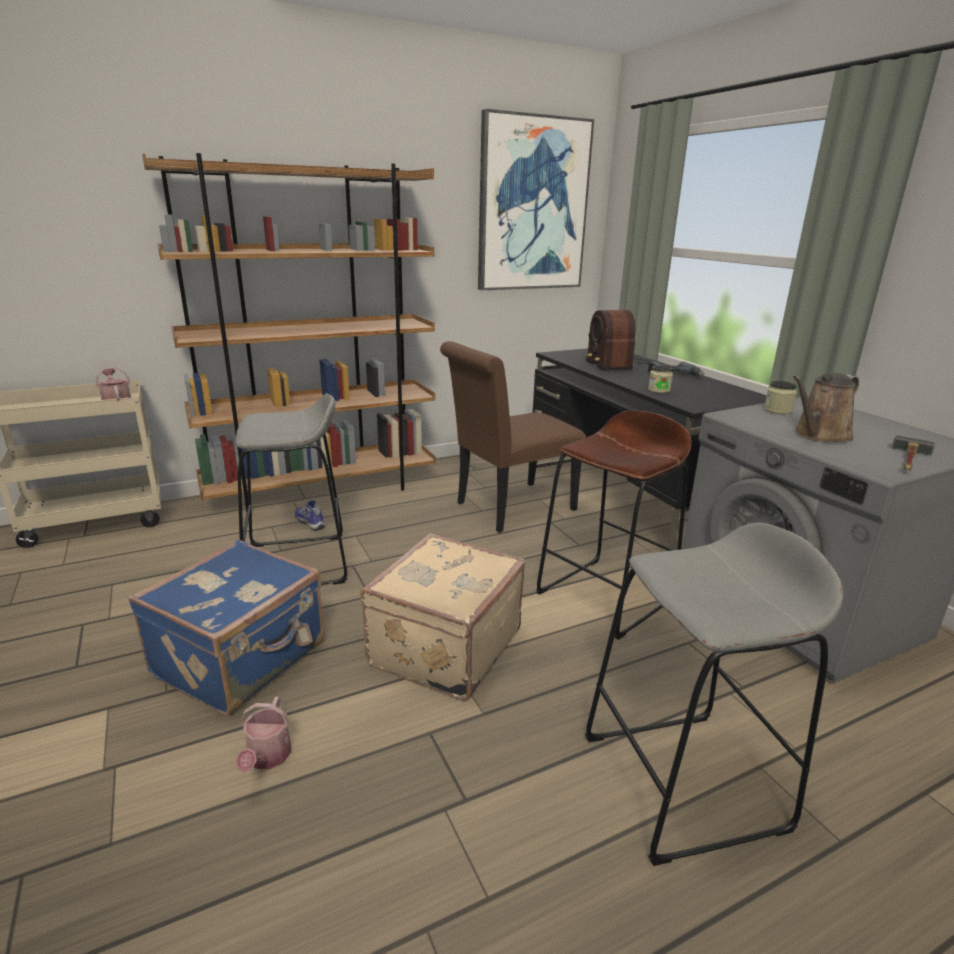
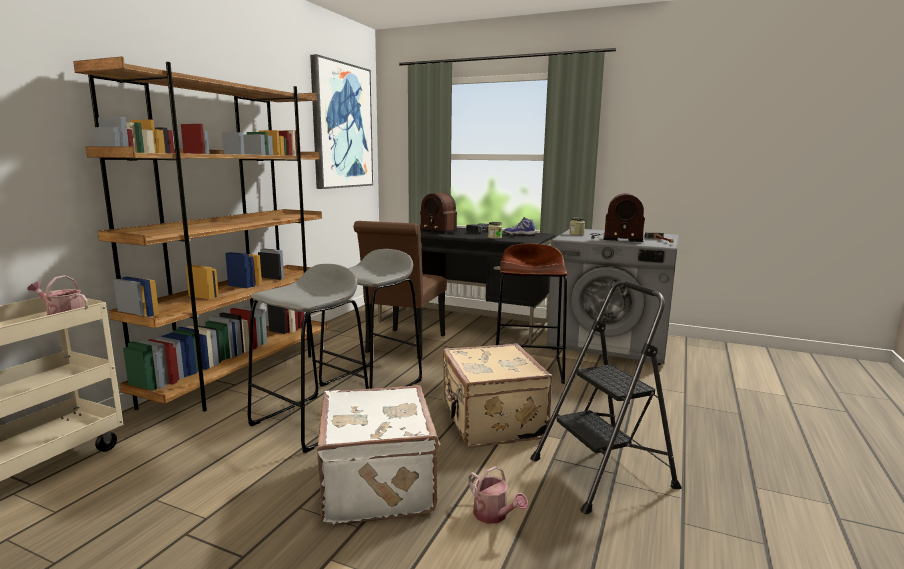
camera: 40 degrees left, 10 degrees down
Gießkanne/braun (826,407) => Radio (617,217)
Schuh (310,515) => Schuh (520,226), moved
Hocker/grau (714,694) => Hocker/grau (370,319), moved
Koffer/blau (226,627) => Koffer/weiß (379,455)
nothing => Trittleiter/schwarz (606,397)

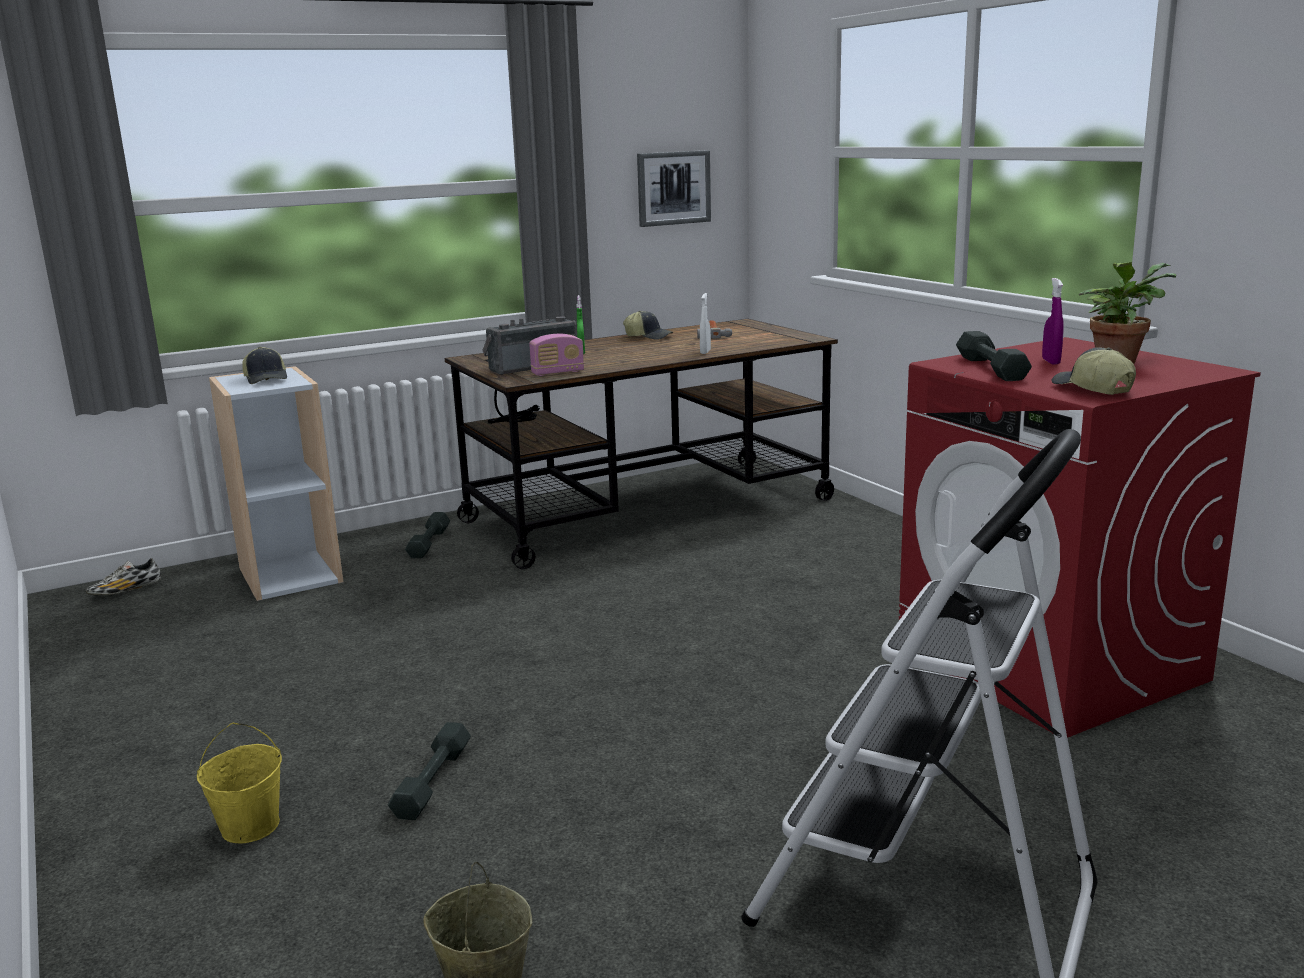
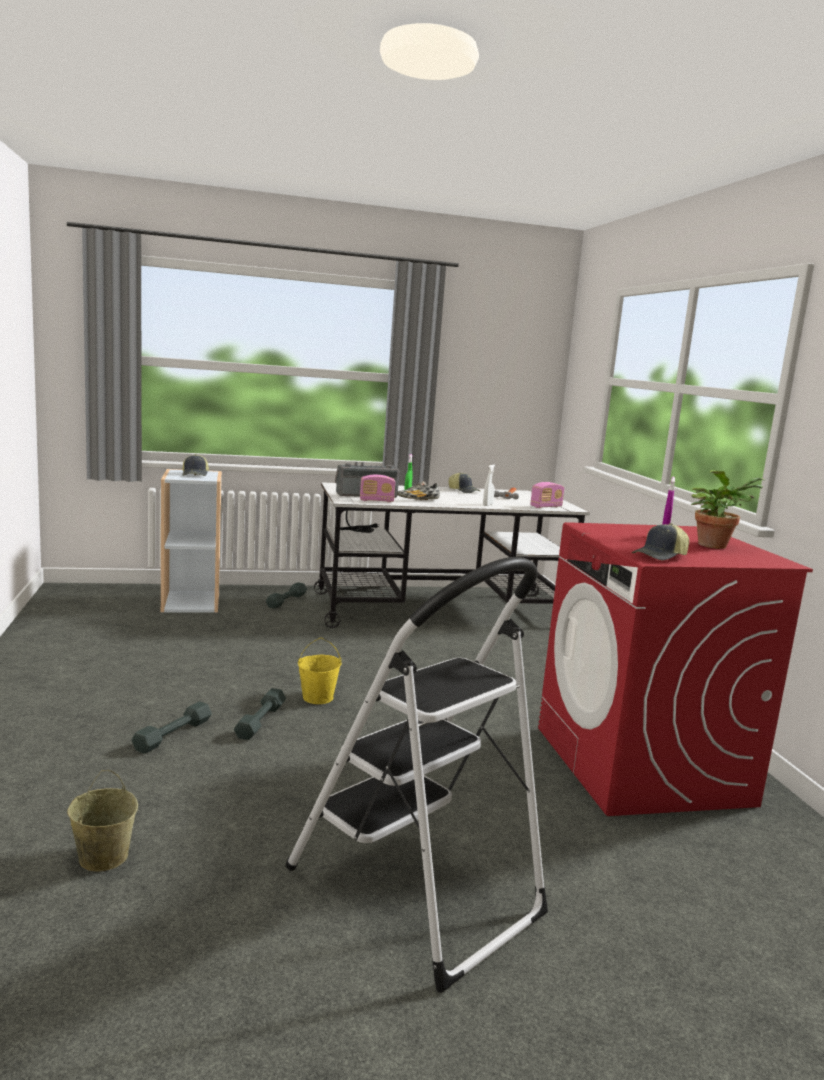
camera: 15 degrees right, 5 degrees down
Bild (674,188) => nothing
Schreibtisch/braun (641,444) => Schreibtisch/weiß (452,555)
Hantel/grau (994,356) => Hantel/grau (260,714), moved
Kappe (1094,371) => Kappe (660,542), 120 degrees counterclockwise
Schuh (123,576) => Schuh (418,491), moved
Eimer/gelb (239,783) => Eimer/gelb (320,671), moved
nothing => Radio (547,495)

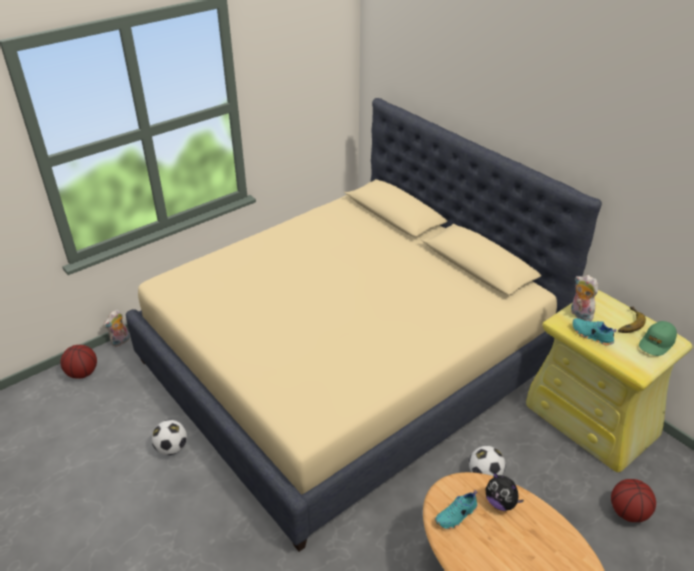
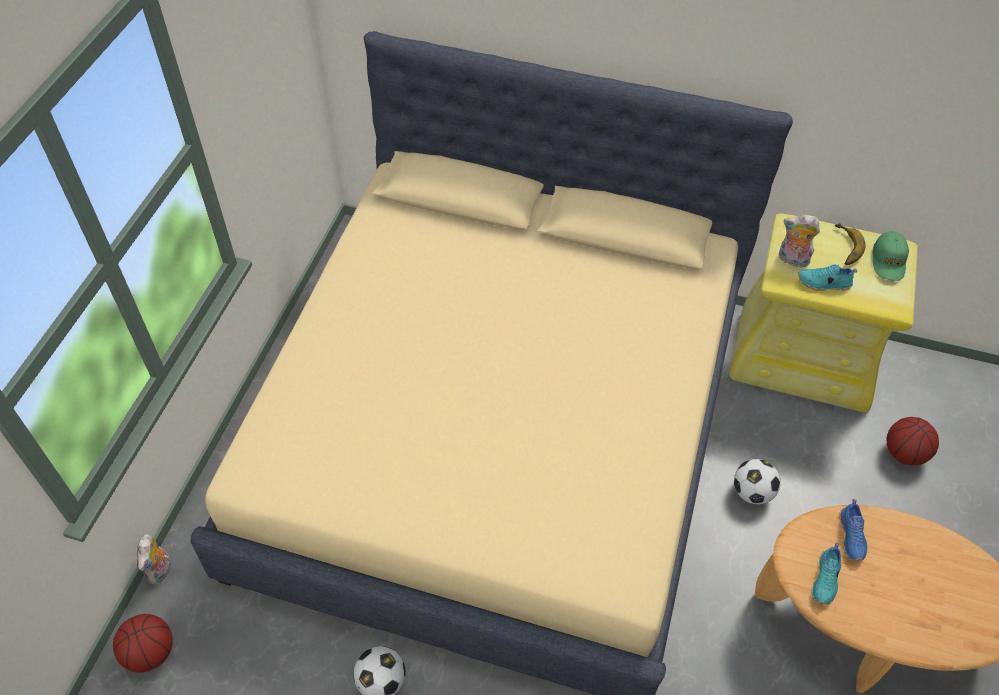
camera: 35 degrees left, 15 degrees up
Plüschtier (504,491) => Schuh/blau (853,530)

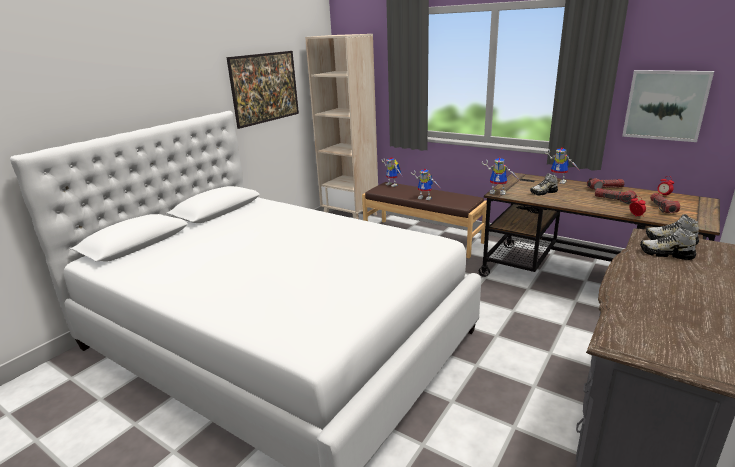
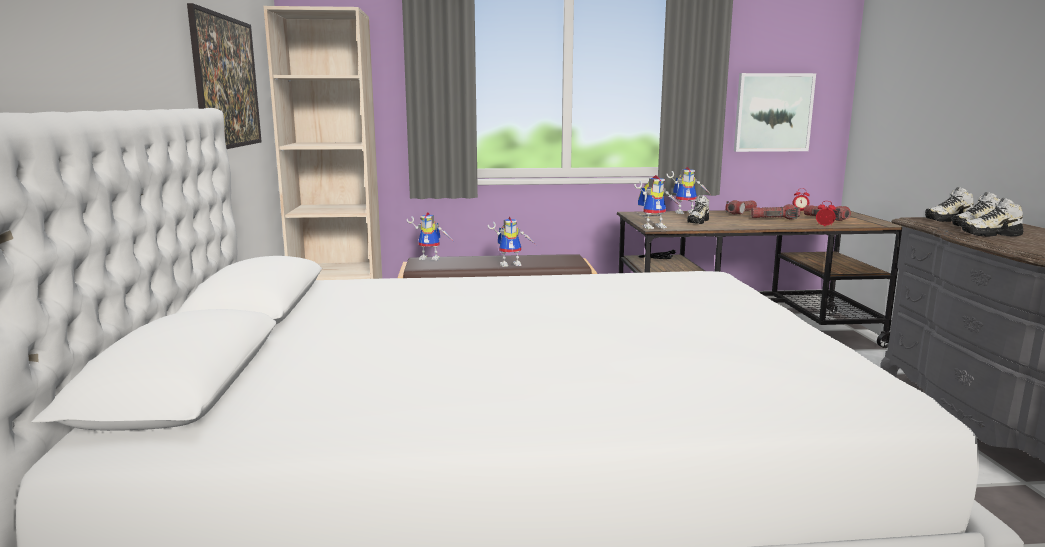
camera: 40 degrees left, 10 degrees down
nothing => Schuh (992,217)

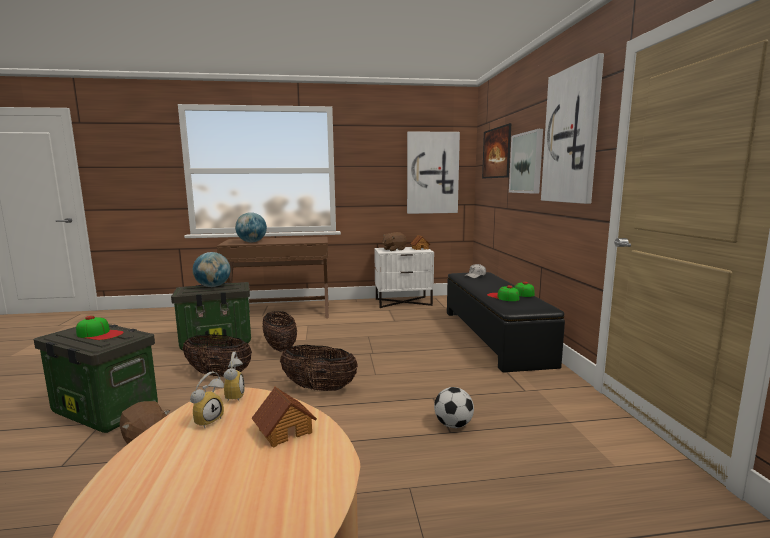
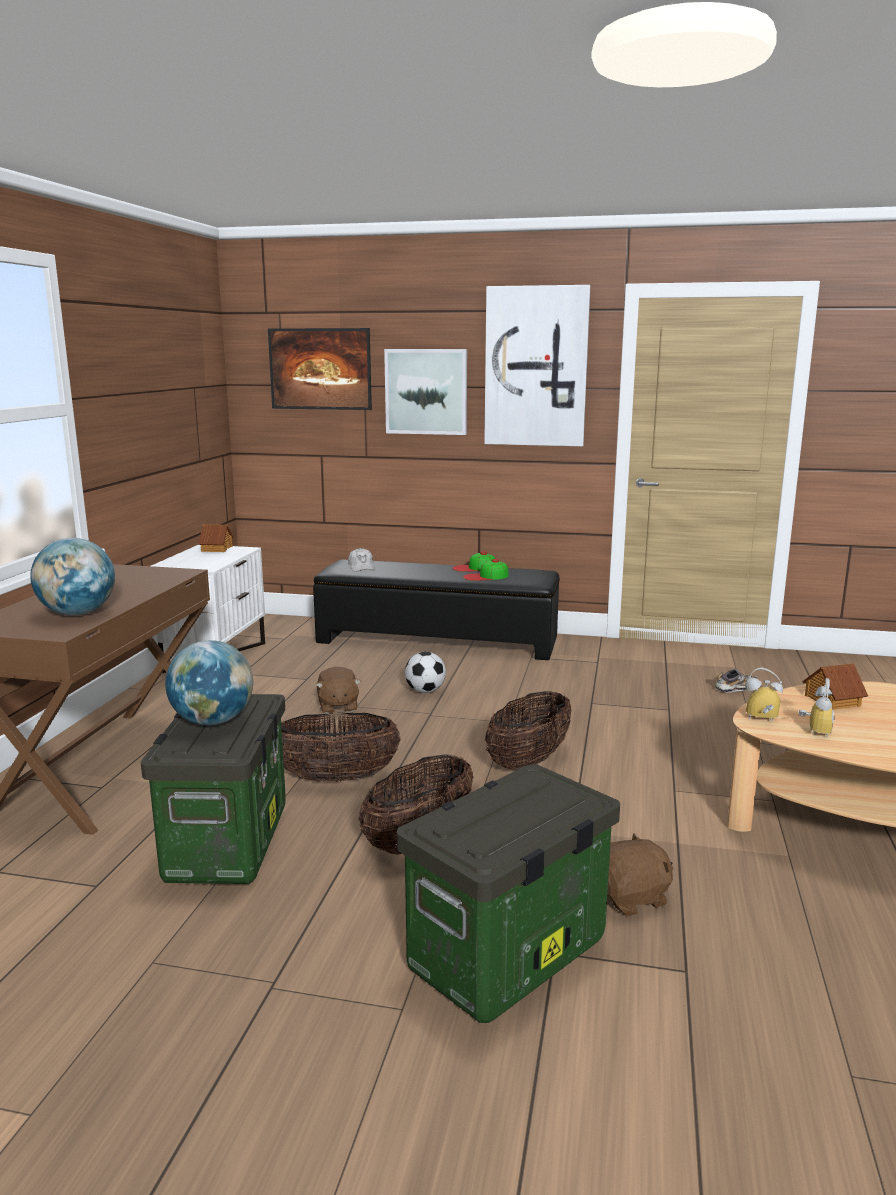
camera: 70 degrees left, 5 degrees up
Bild (433,172) => nothing
Plüschtier/braun (394,241) => Plüschtier/braun (338,690), moved
Kappe (100,328) => nothing
Wecker (207,399) => Wecker (817,707), 60 degrees clockwise
Fußball (454,407) => Fußball (425,672), moved
nothing => Schuh (736,681)

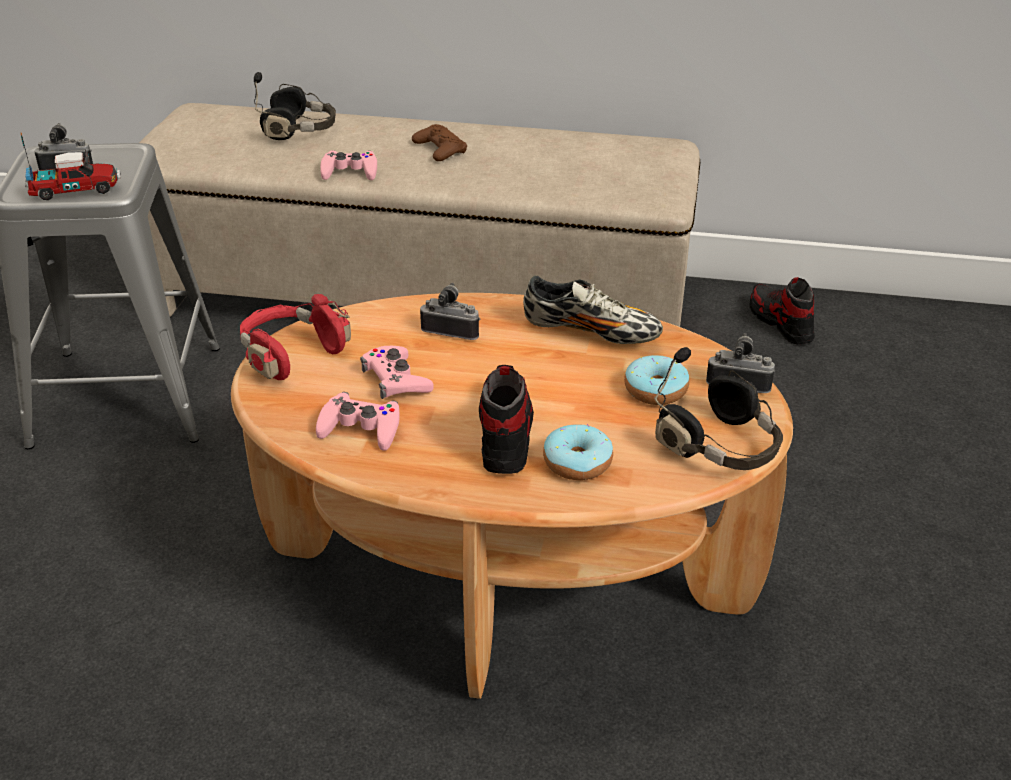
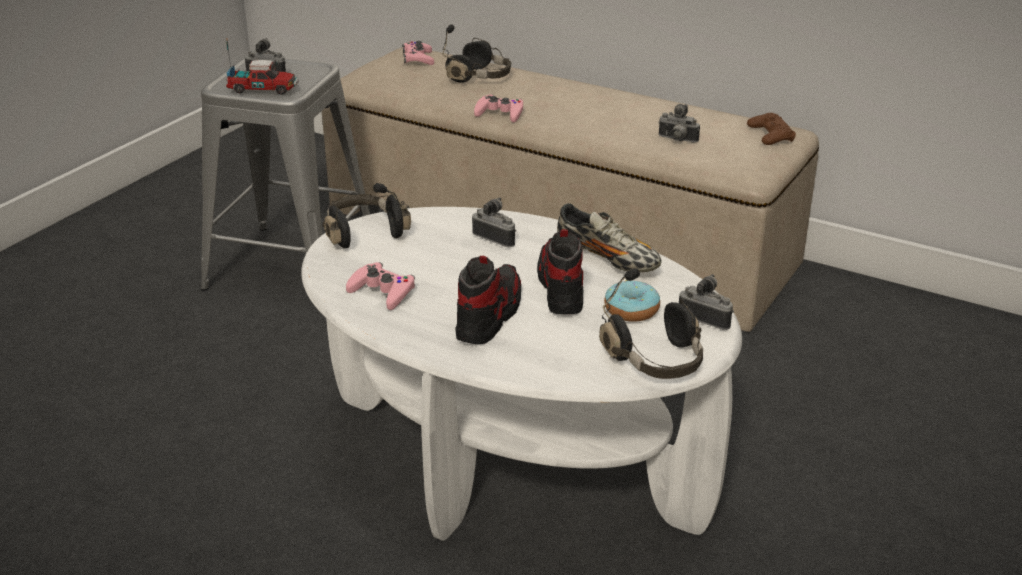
camera: 20 degrees right, 5 degrees down
Gamepad/braun (439,142) => Gamepad/braun (771,129), moved
Schuh (782,310) => Schuh (560,271), moved
Couchtisch/braun (512,496) => Couchtisch/weiß (521,374)
Kopfhörer/rot (295,337) => Kopfhörer/schwarz (366,215)
Gamepad/rosa (397,372) => Gamepad/rosa (418,53), moved
Donut (578,452) => nothing
nothing => Kamera (679,123)

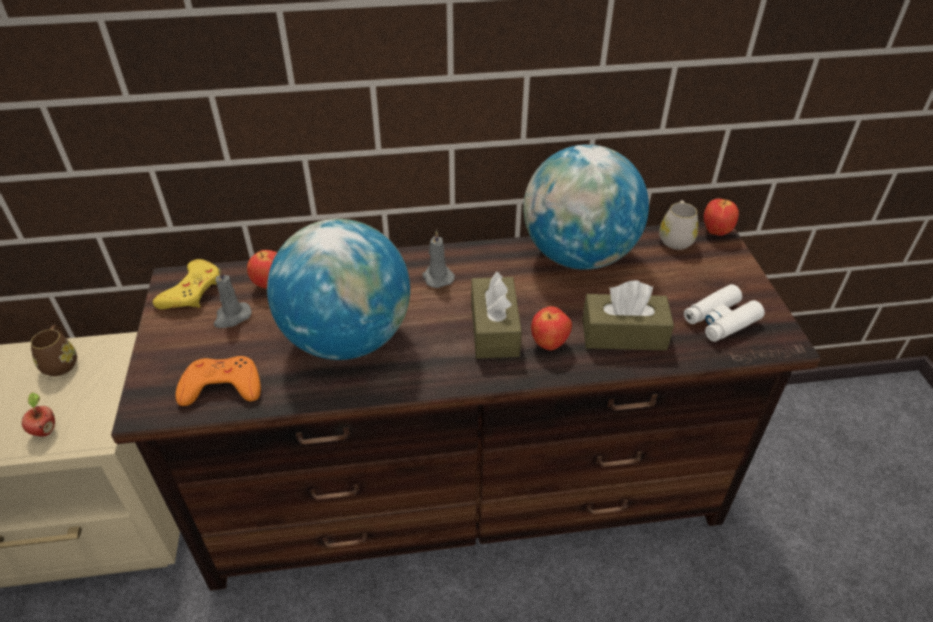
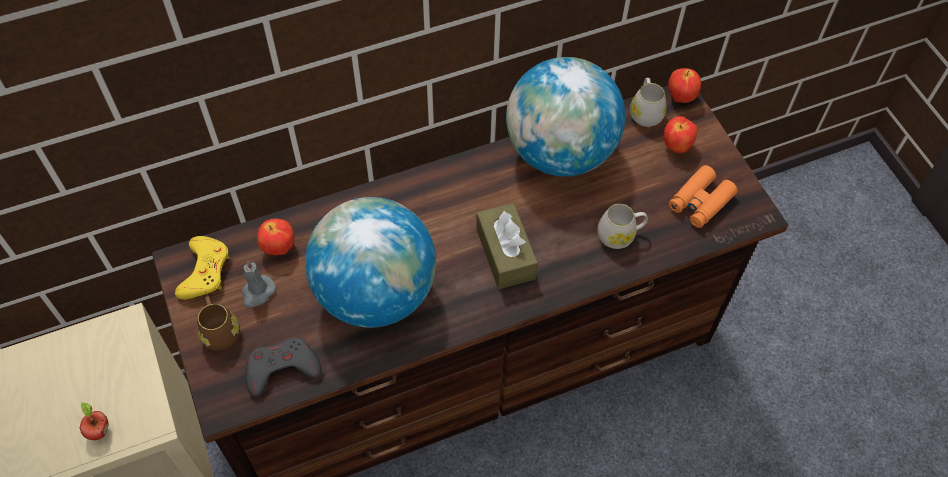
camera: 15 degrees left, 15 degrees up
Kerze/grau (439,259) => nothing
Taschentuchbox/braun (628,315) => Henkelbecher/weiß (622,226)
Fernglas/weiß (724,313) => Fernglas/orange (703,196)
Apfel (551,328) => Apfel (680,134), moved
Henkelbecher/braun (54,350) => Henkelbecher/braun (218,323), moved
Gamepad/orange (218,381) => Gamepad/grau (284,367)

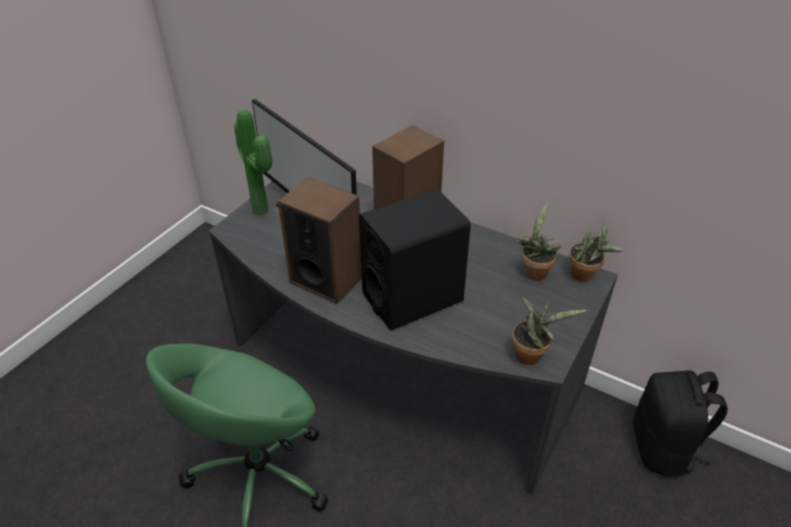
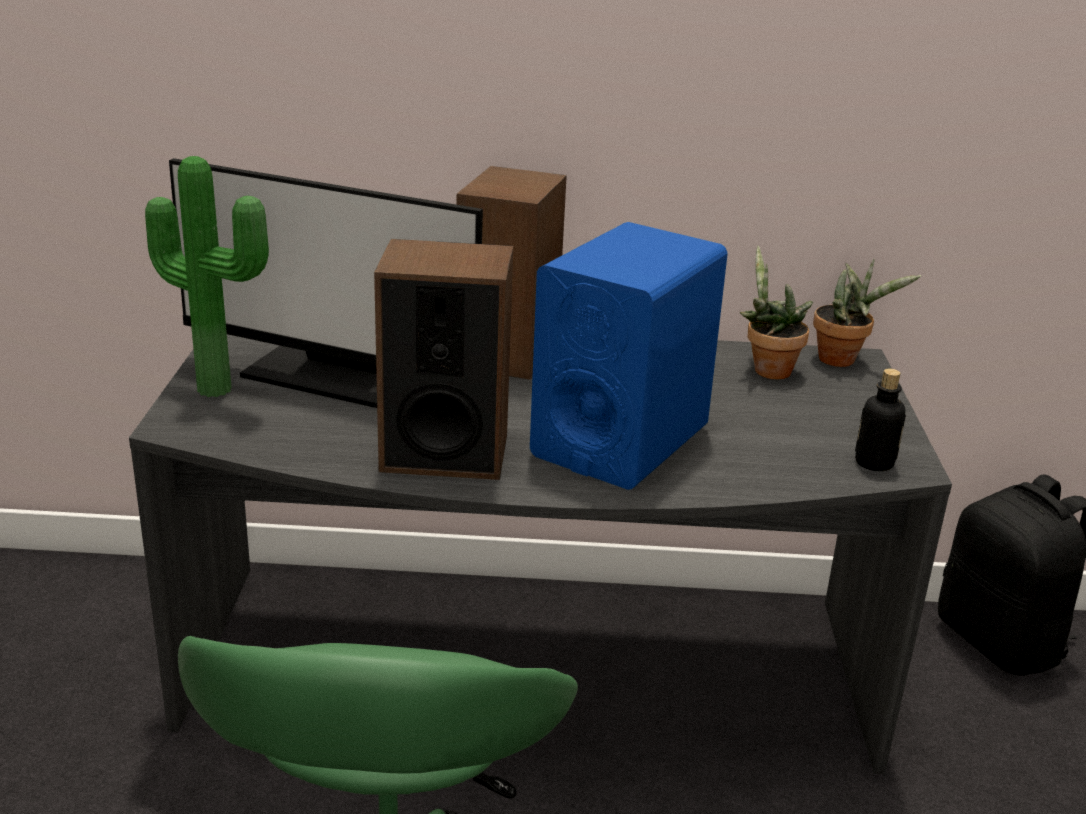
camera: 30 degrees left, 15 degrees down
Lautsprecher/schwarz (415,259) => Lautsprecher/blau (629,356)
Topfpflanze (549,330) => Flasche (880,420)

